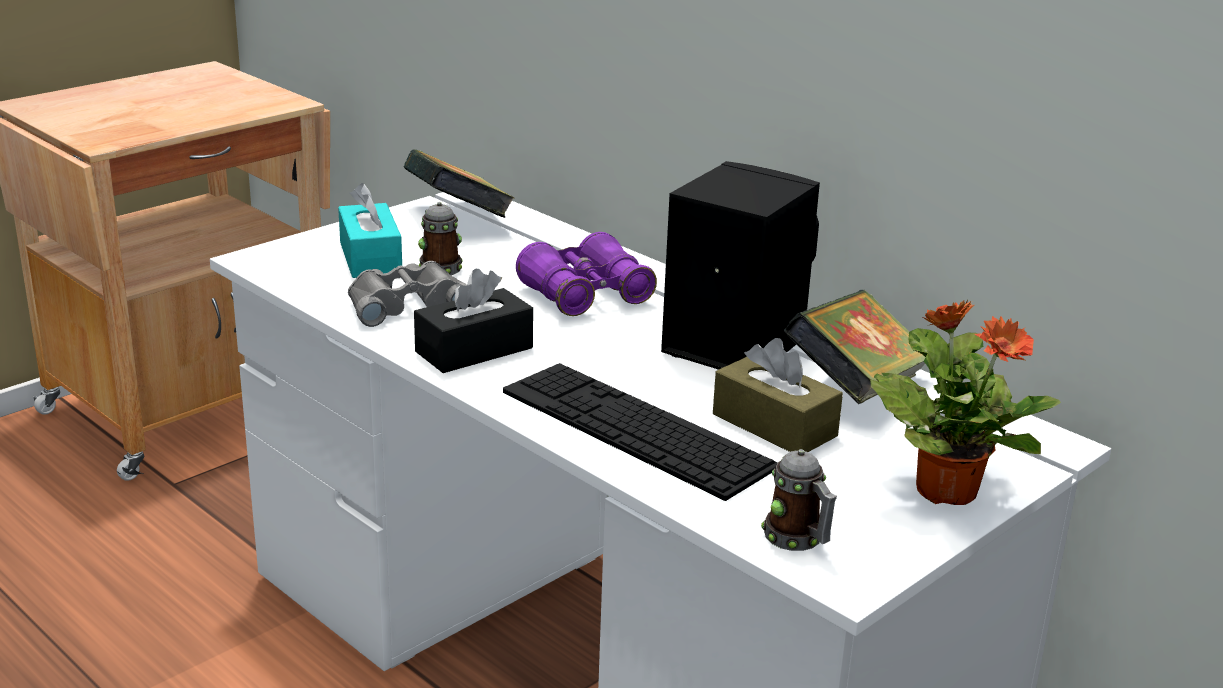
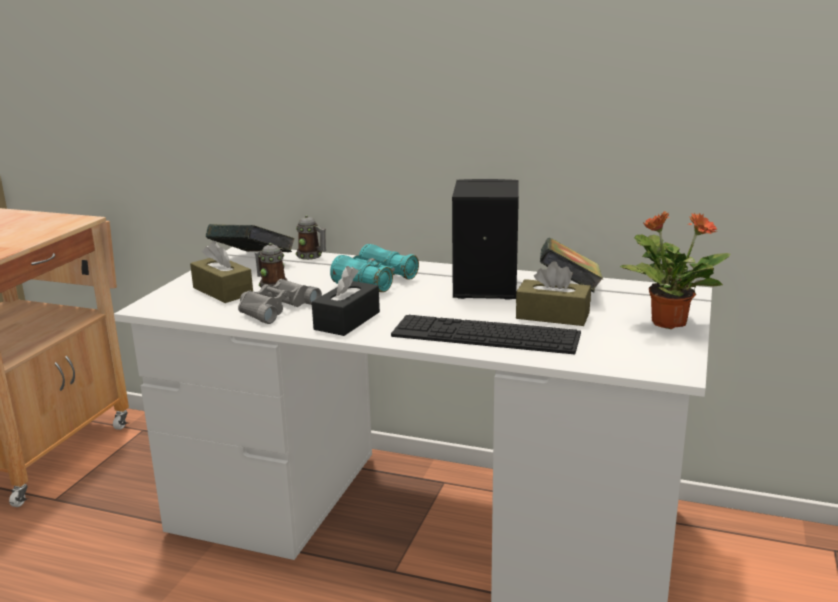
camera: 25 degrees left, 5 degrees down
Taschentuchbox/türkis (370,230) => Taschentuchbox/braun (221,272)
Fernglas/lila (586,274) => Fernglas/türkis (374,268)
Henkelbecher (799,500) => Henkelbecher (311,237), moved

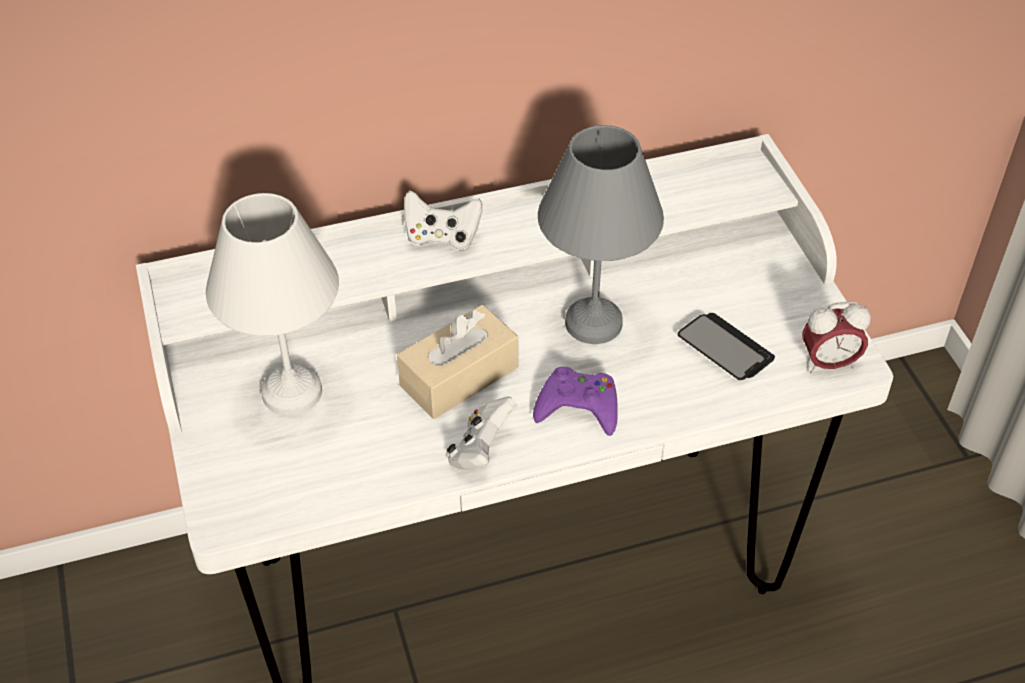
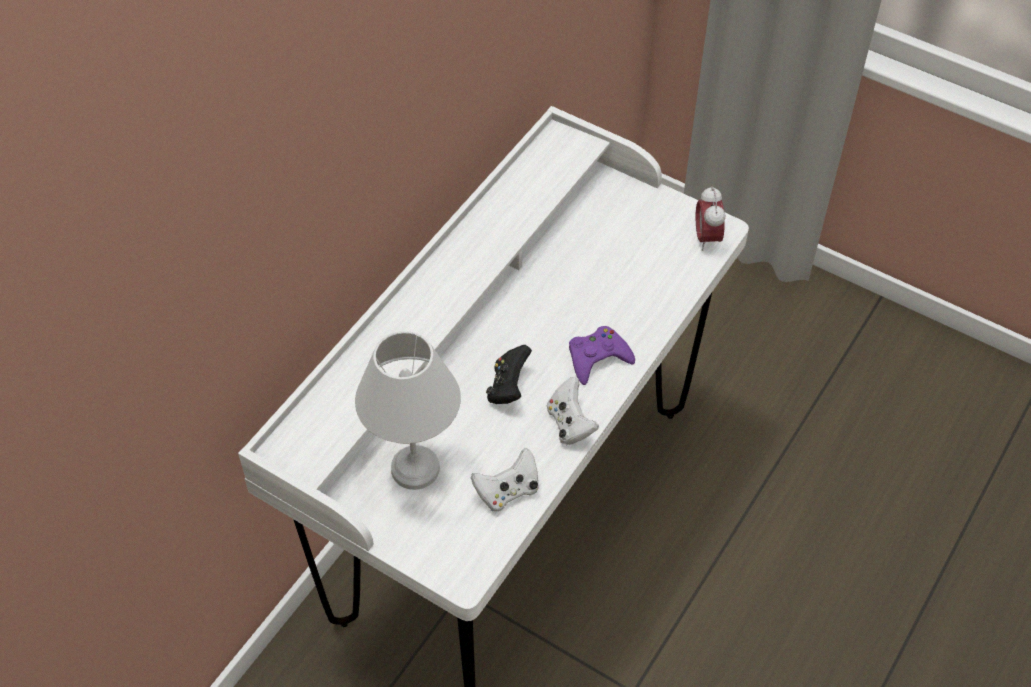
camera: 40 degrees left, 5 degrees up
Tischlampe/grau (601,234) => nothing
Gamepad/weiß (443,220) => Gamepad/weiß (505,480), moved
Wecker (836,337) => Wecker (710,218), 135 degrees clockwise
Taschentuchbox/beige (457,362) => Gamepad/schwarz (509,374)
Handy (726,346) => nothing

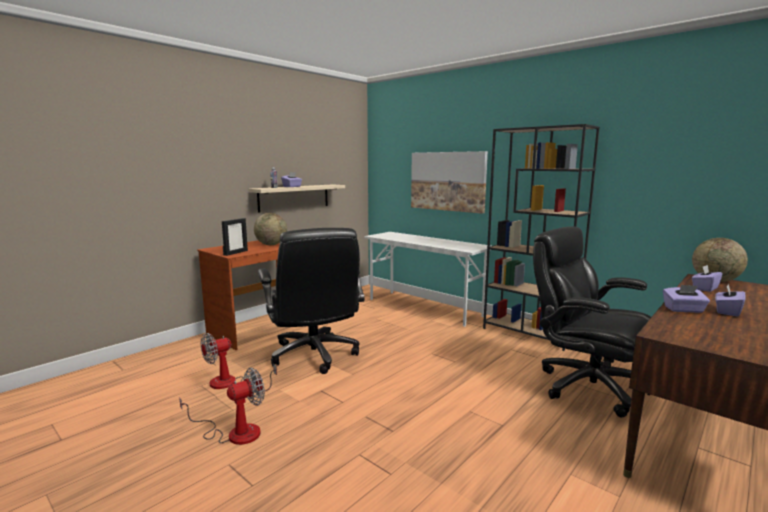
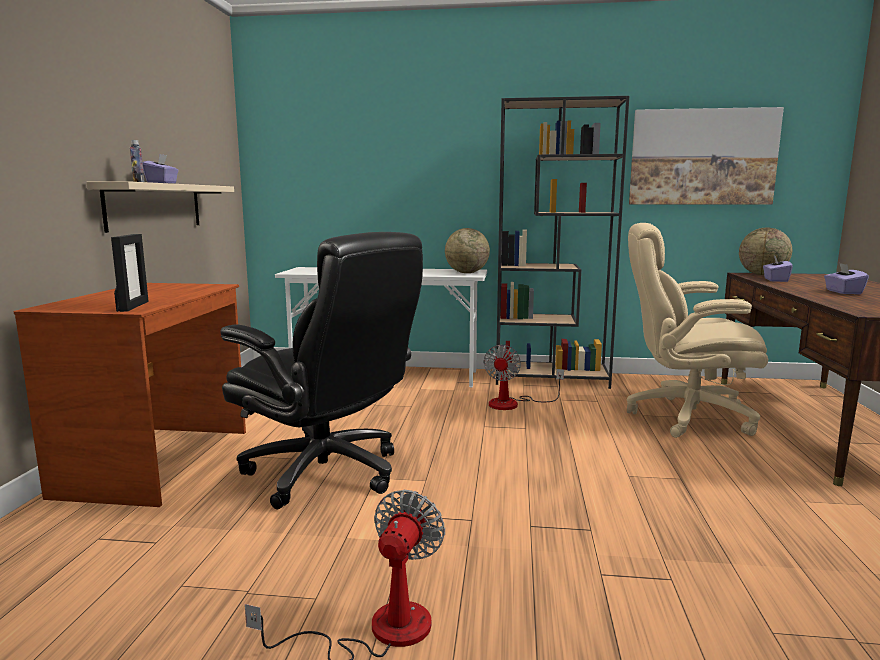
camera: 35 degrees left, 0 degrees up
Bild (449,182) => Bild (706,156), moved
Globus (270,229) => Globus (467,250), moved
Bürostuhl/schwarz (592,321) => Bürostuhl/beige (697,330)
Taschentuchbox/lila (686,299) => nothing
Ventilator (239,362) => Ventilator (523,377), moved

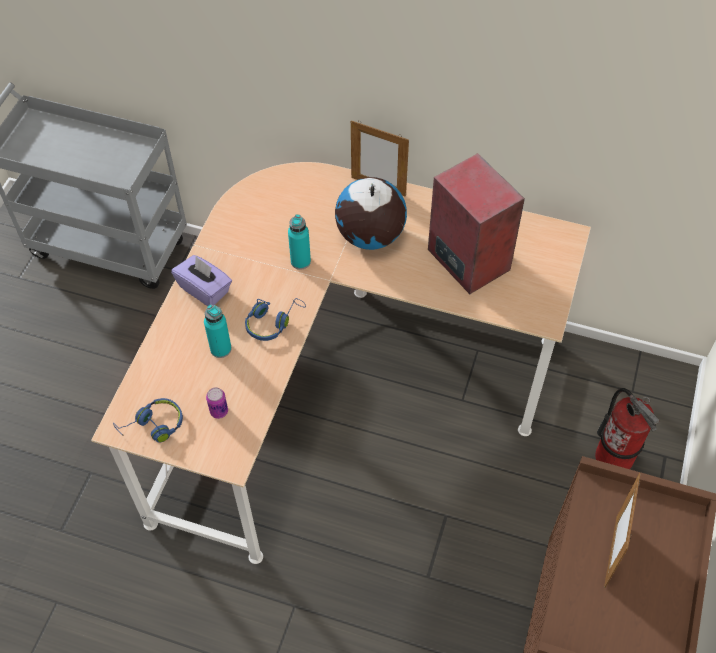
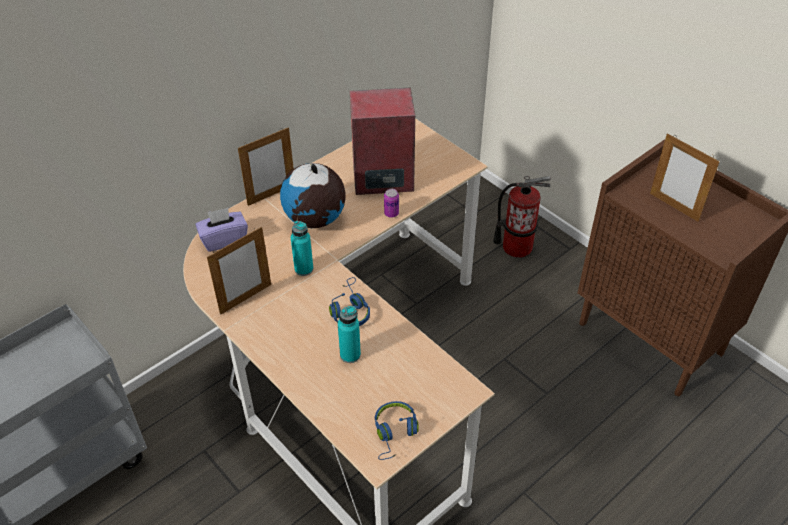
camera: 60 degrees left, 10 degrees down
Taschentuchbox/lila (201,280) => Taschentuchbox/lila (222,230), moved
Dose (217,403) => Dose (391,203), moved
nothing => Bilderrahmen (239,271)

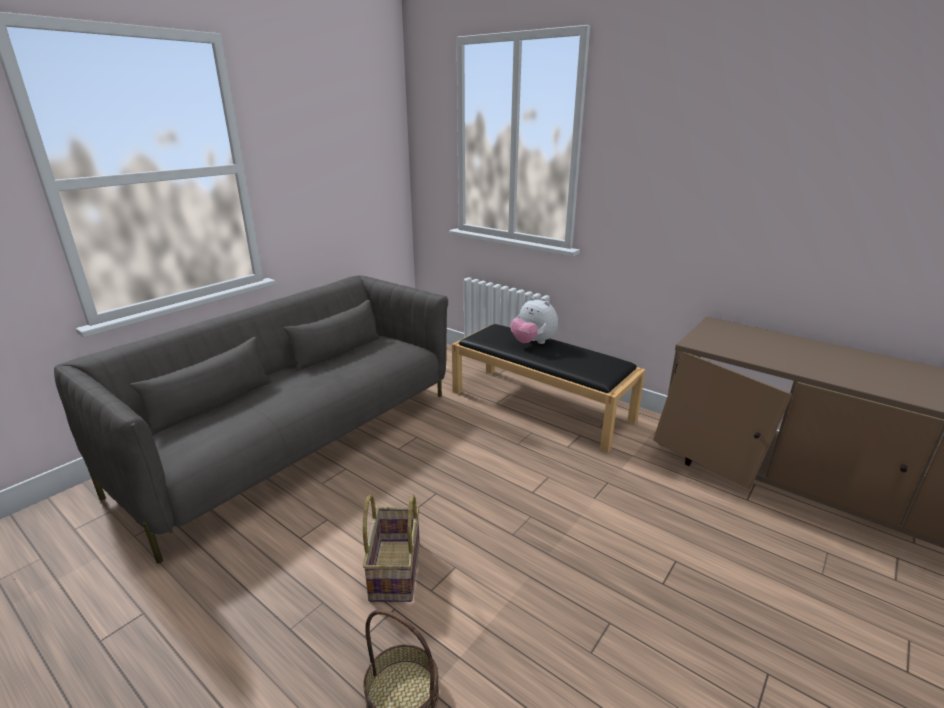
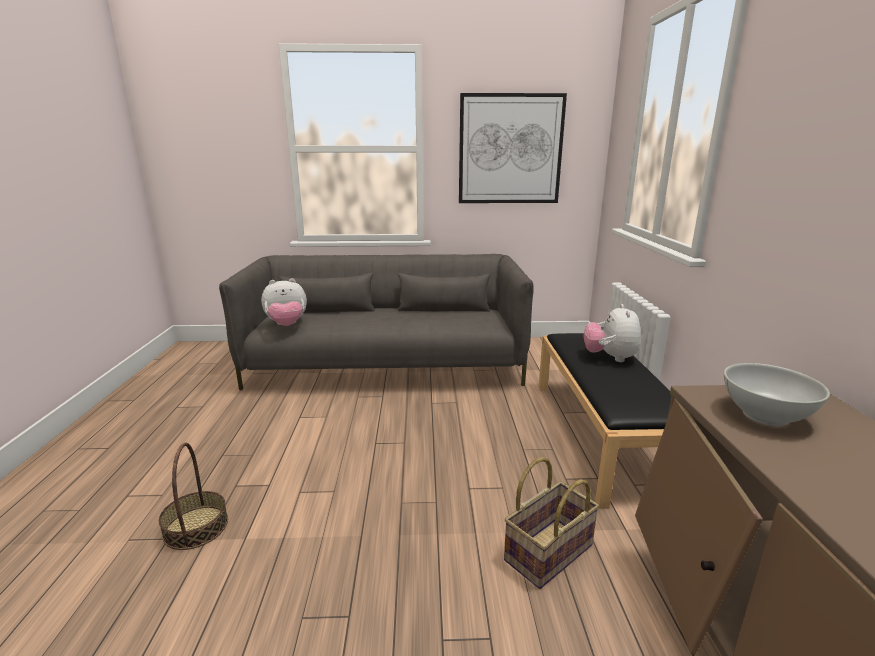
camera: 50 degrees right, 5 degrees down
Korb (391,548) => Korb (552,523), moved
nothing => Bild (513,148)
nothing => Plüschtier (284,302)
nothing => Schüssel/weiß (777,394)

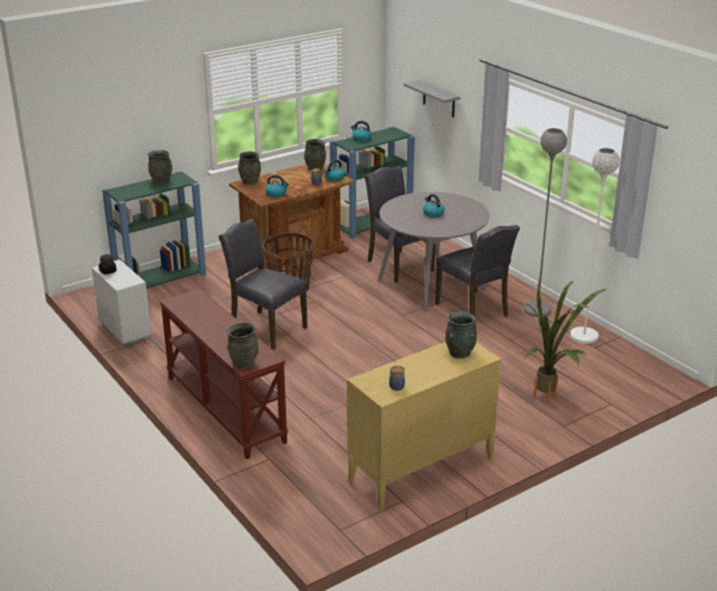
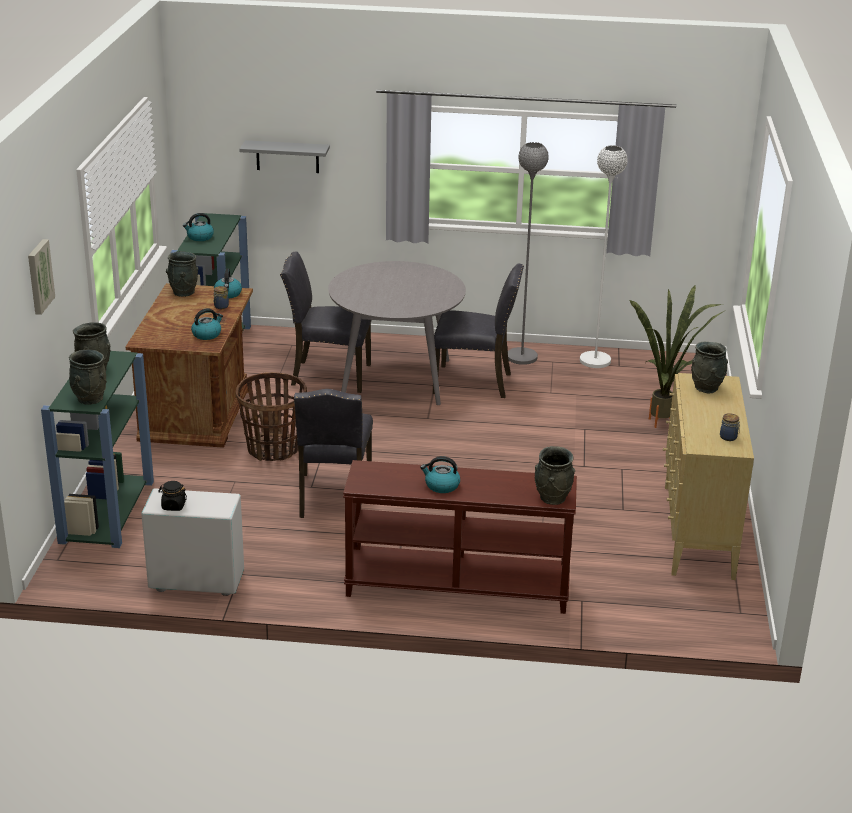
camera: 50 degrees left, 0 degrees up
Vase/grau (249,168) => Vase/grau (88,377), moved
Wasserkessel (434,206) => Wasserkessel (440,474), moved
Stuhl/grau (263,284) => Stuhl/grau (333,453), 75 degrees counterclockwise
nothing => Bild (41,277)

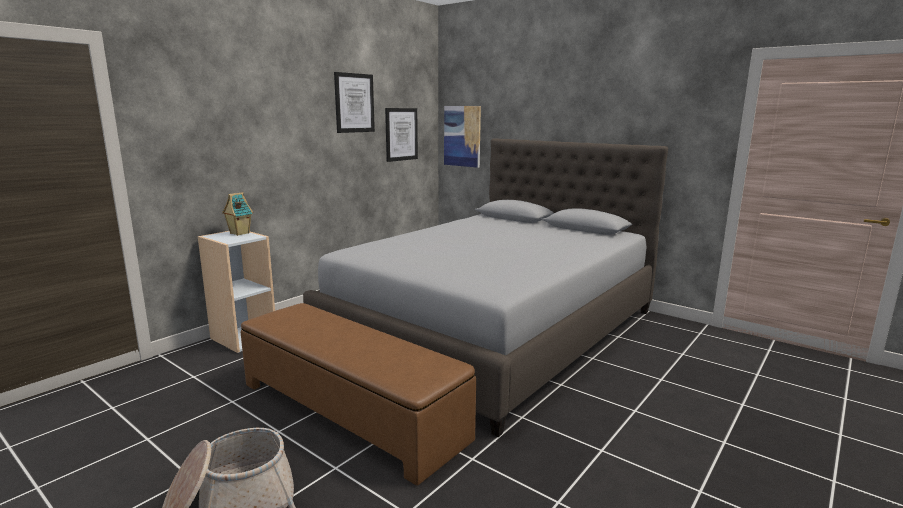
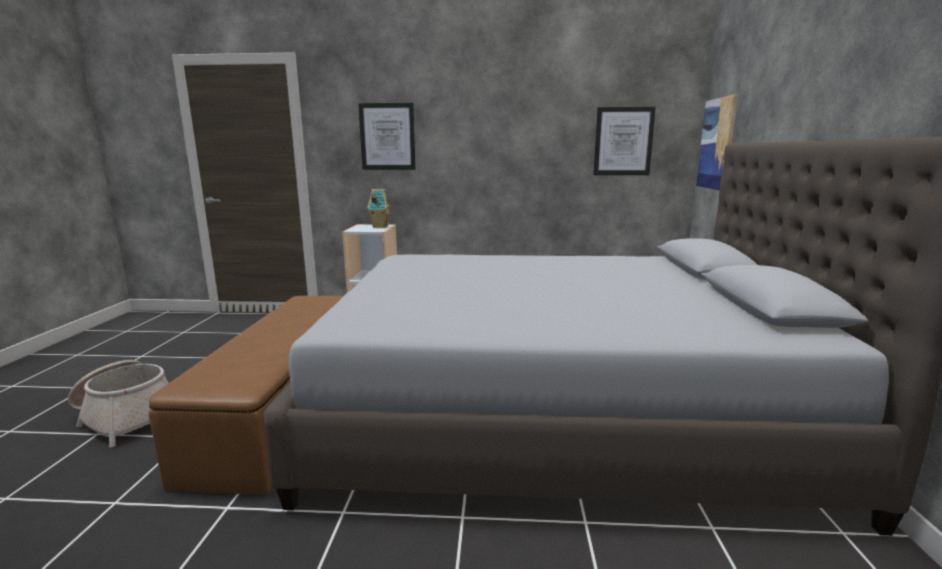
camera: 55 degrees right, 0 degrees up
Bild (354,102) => Bild (387,136), moved

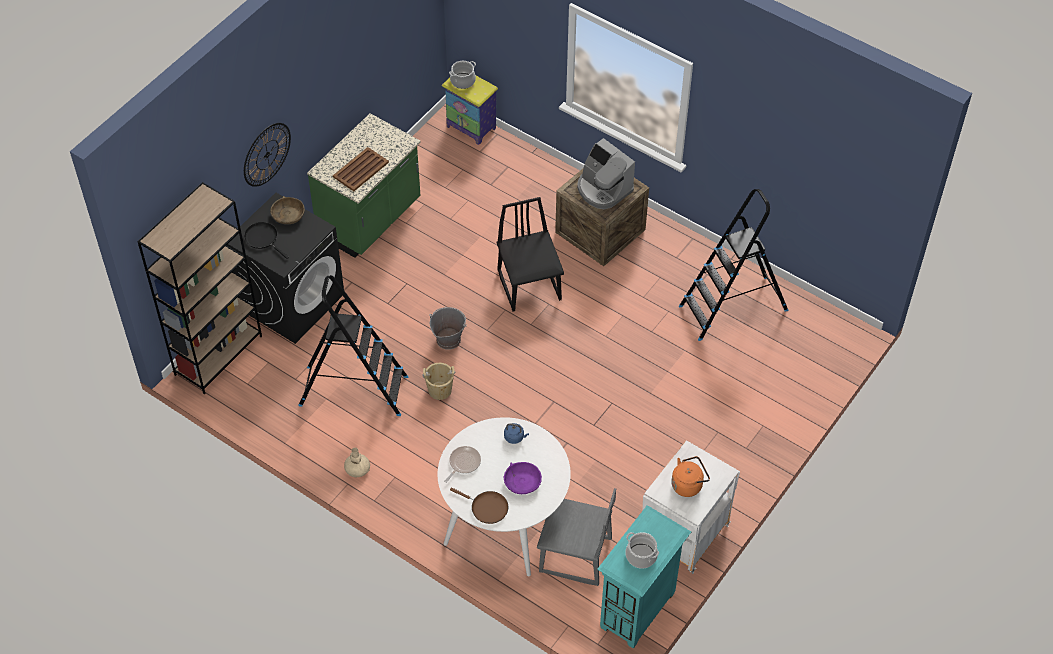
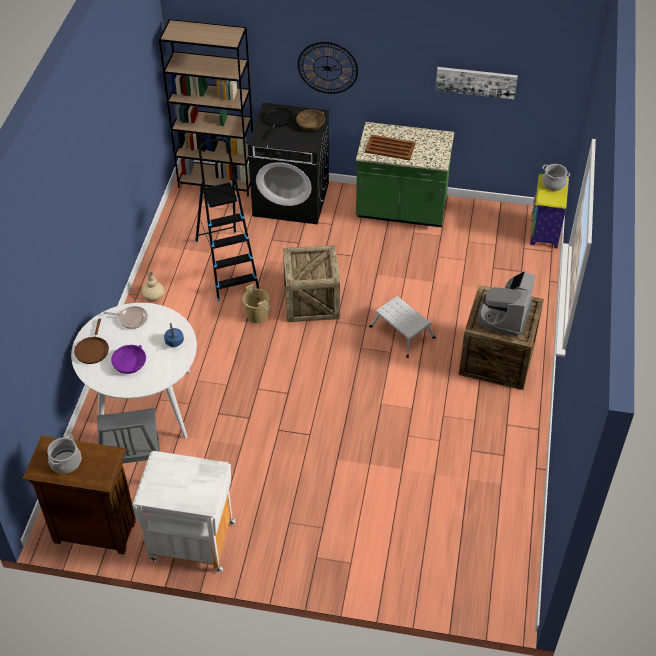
camera: 65 degrees right, 5 degrees down
Trittleiter/schwarz (733,265) => nothing
Stuhl/schwarz (530,254) => Trittleiter/weiß (402,327)
Eimer/grau (448,328) => Kiste (311,283)
Wasserkessel/orange (690,476) => nothing
Schrank/türkis (644,577) => Schrank/braun (79,495)
nothing => Bild (476,83)

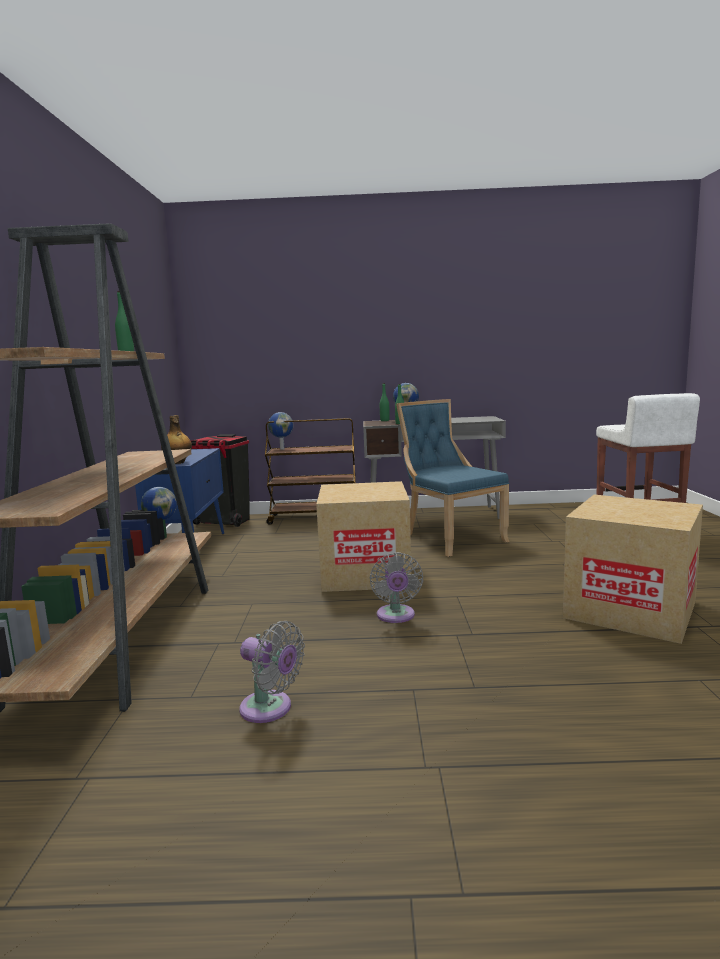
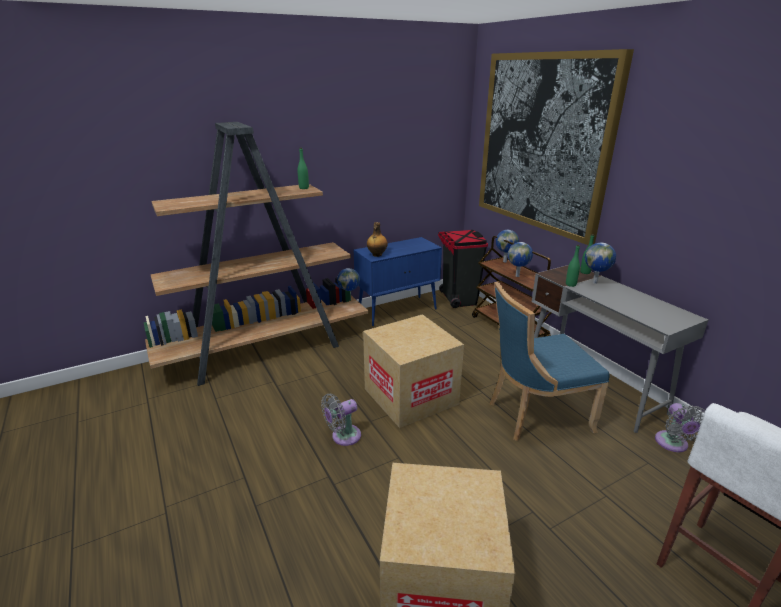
camera: 60 degrees right, 15 degrees up
Stuhl/blau (453,478) => Stuhl/blau (549,361), 135 degrees counterclockwise
Ventilator/grau (272,672) => Ventilator/grau (680,427), moved
nothing => Bild (556,147)
nothing => Globus (520,259)

